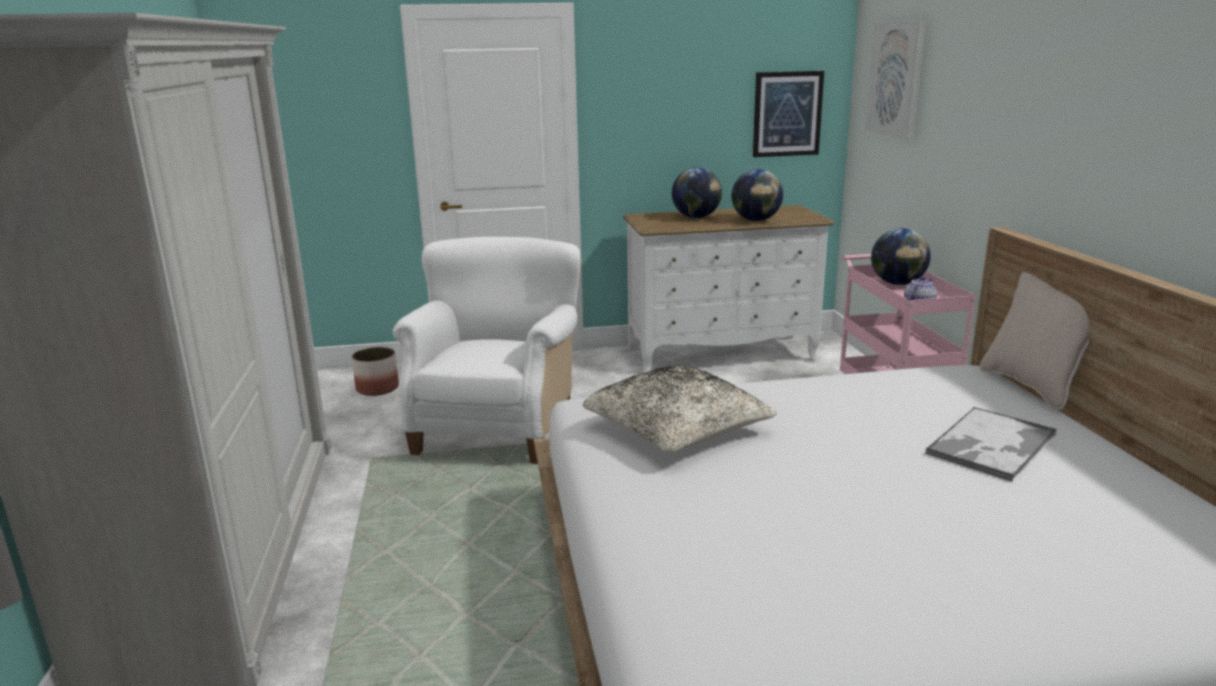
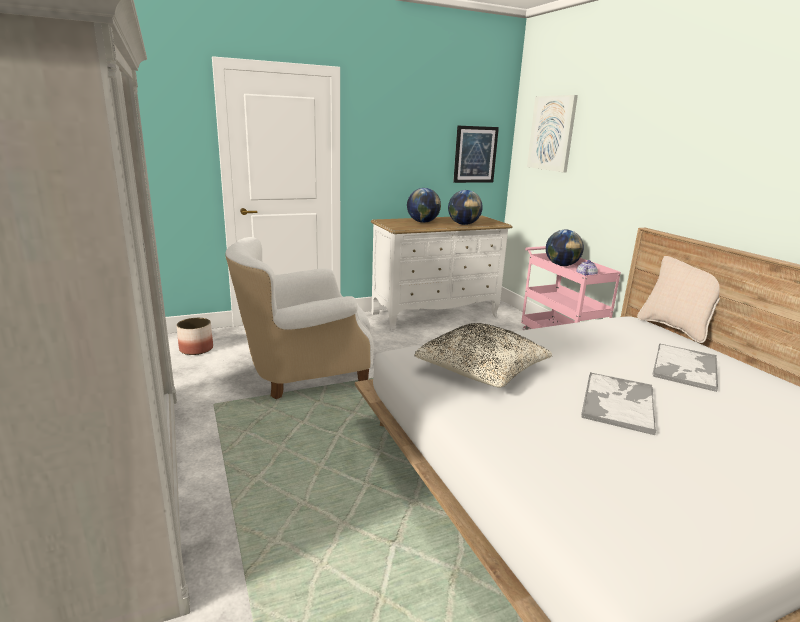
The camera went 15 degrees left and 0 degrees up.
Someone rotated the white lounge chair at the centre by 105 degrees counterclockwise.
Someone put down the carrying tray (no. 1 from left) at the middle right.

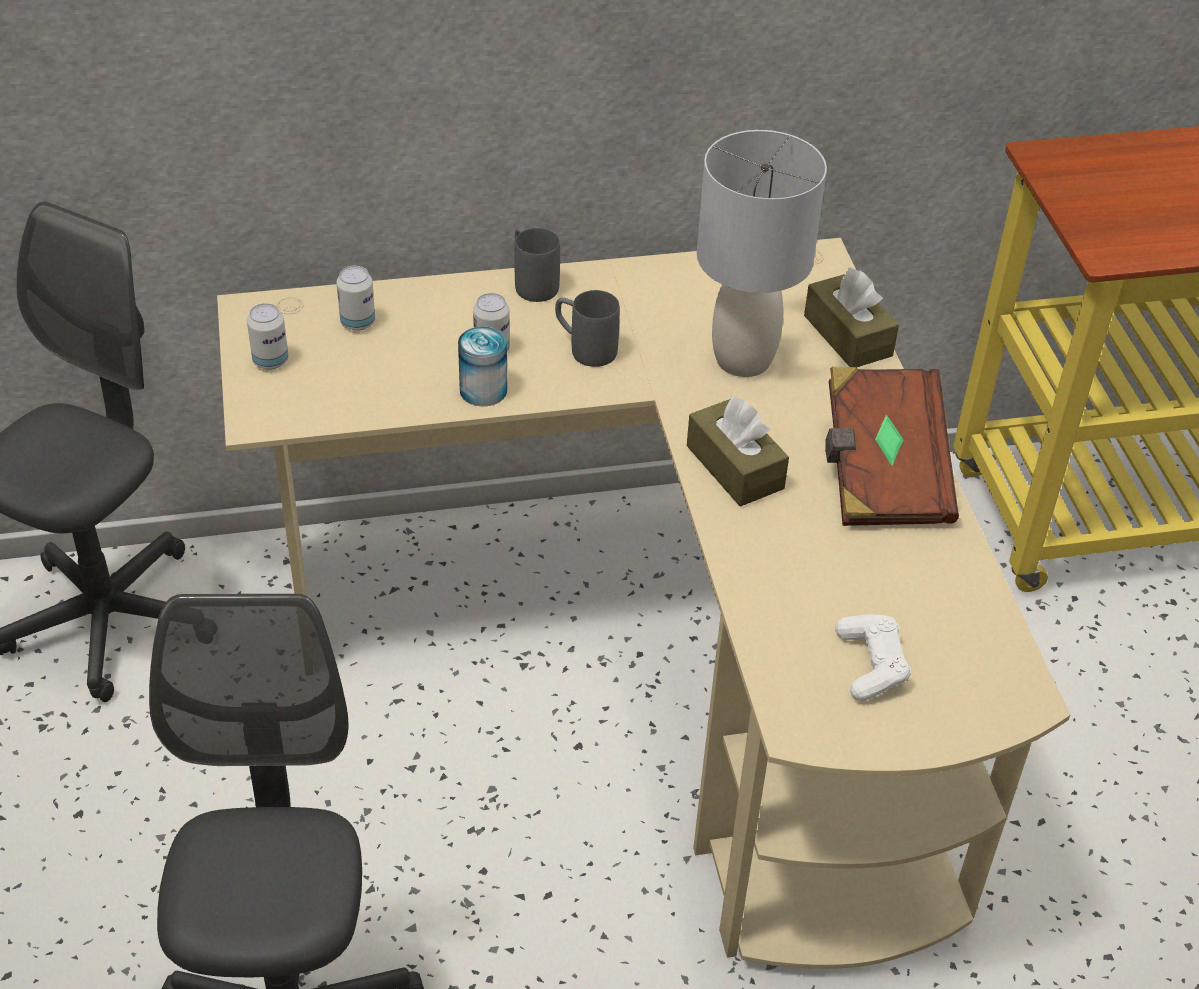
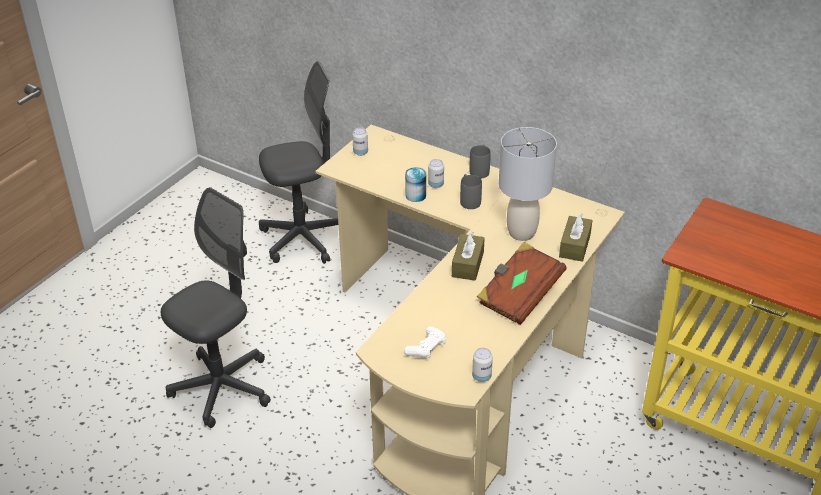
The camera went 45 degrees right and 5 degrees down.
Someone carried the metal can (no. 2 from left in the first image) from the top left to the bottom centre.

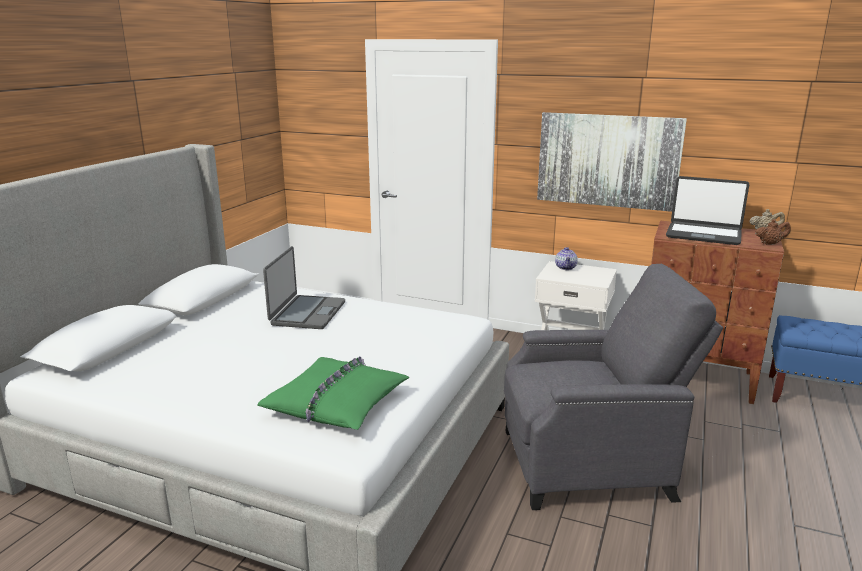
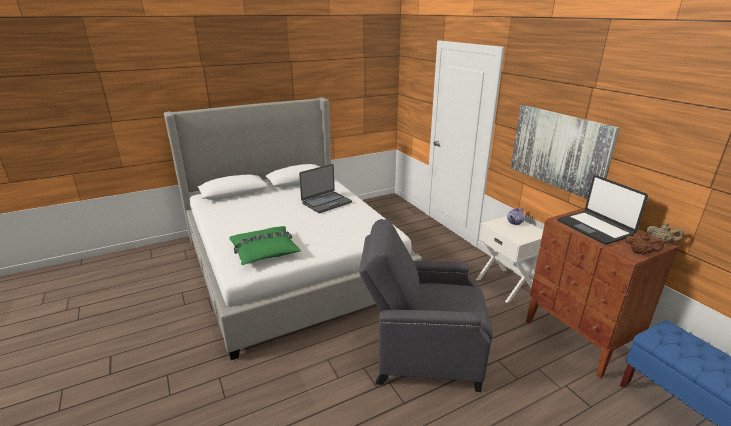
The camera went 40 degrees right and 5 degrees up.
Someone rotated the gray lounge chair at the bottom right by 150 degrees clockwise.

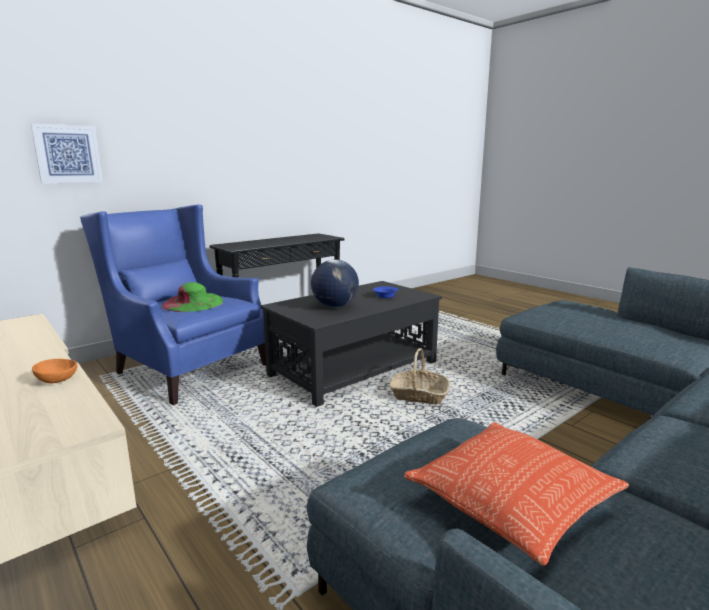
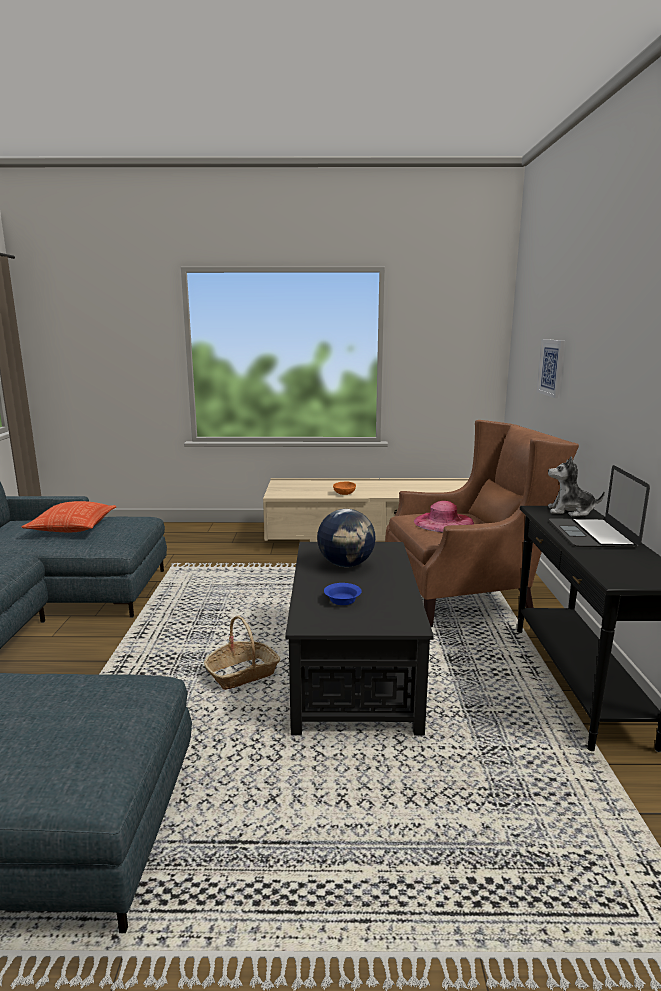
The camera went 130 degrees right and 0 degrees up.
Someone repainted the bluish lounge chair at the middle left, which became the brown-coloured lounge chair at the middle right.
Someone repainted the green-coloured hat at the middle left, which became the pinkish hat at the middle right.
Someone put down the soft toy at the middle right.
Someone put down the notebook computer at the middle right.

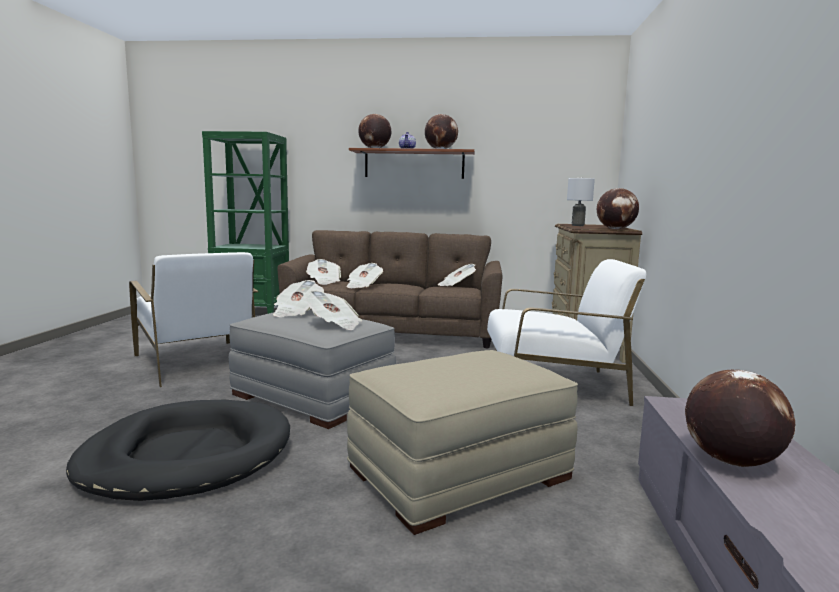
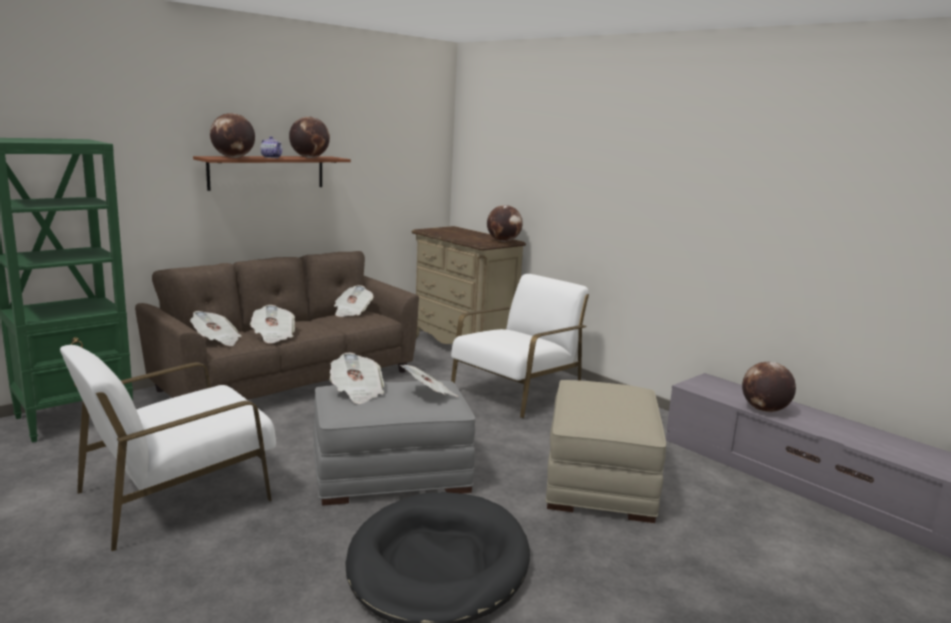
The camera went 50 degrees left and 5 degrees up.
Someone rotated the white lounge chair (no. 1 from left) at the middle left by 135 degrees clockwise.
Someone took away the white table lamp at the middle right.

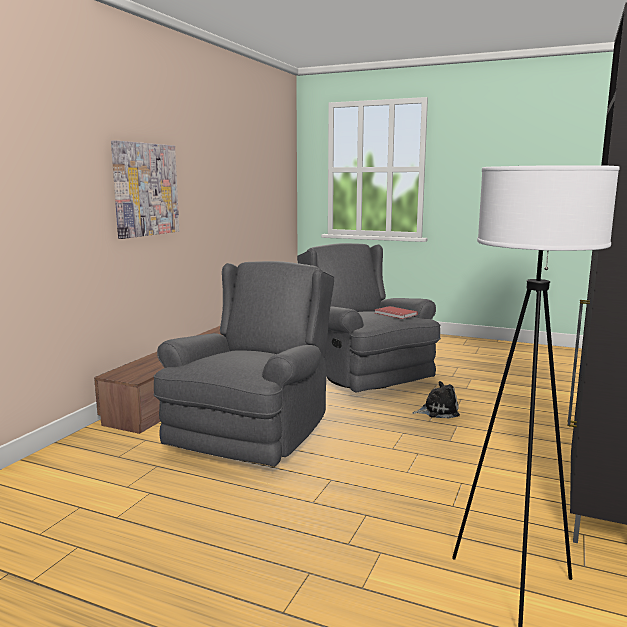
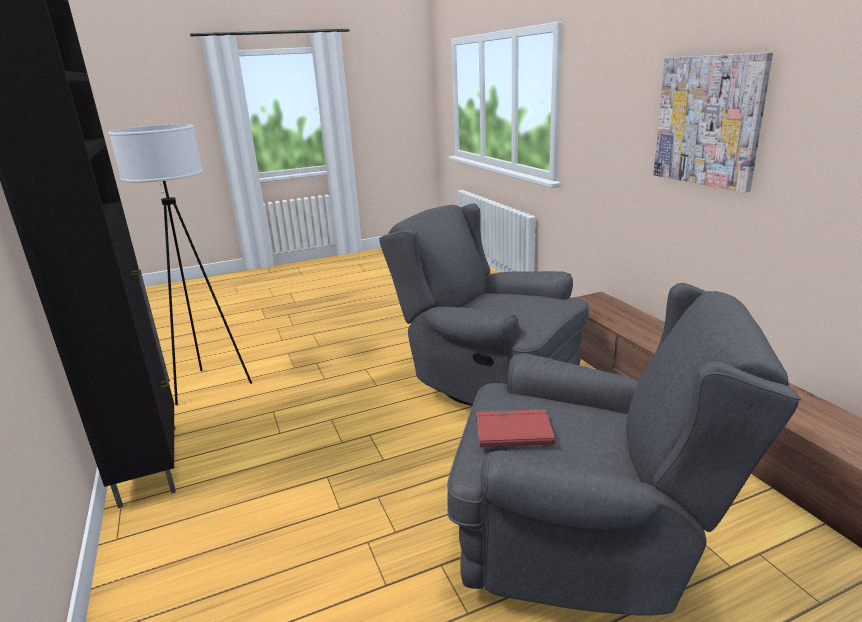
The camera went 135 degrees right and 10 degrees up.
Someone rotated the gray lounge chair (no. 1 from left) at the centre by 150 degrees clockwise.
Someone took away the soft toy at the middle right.

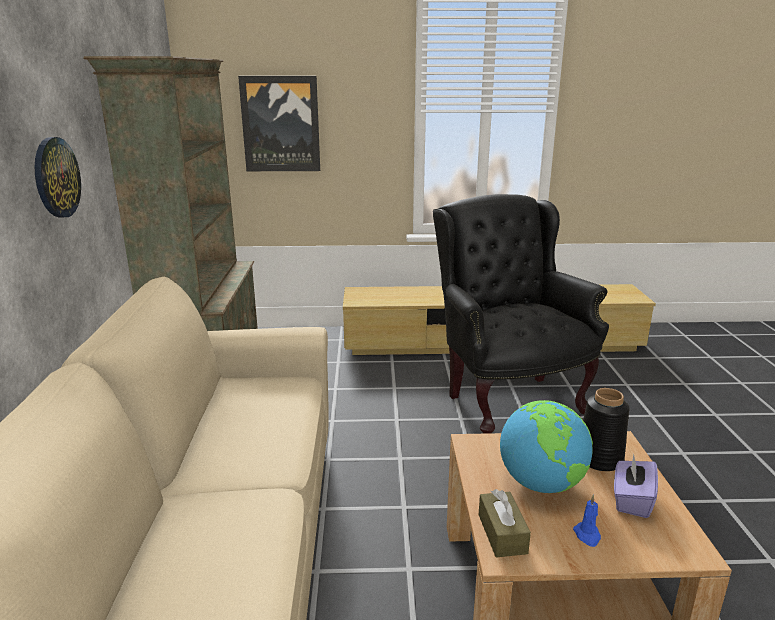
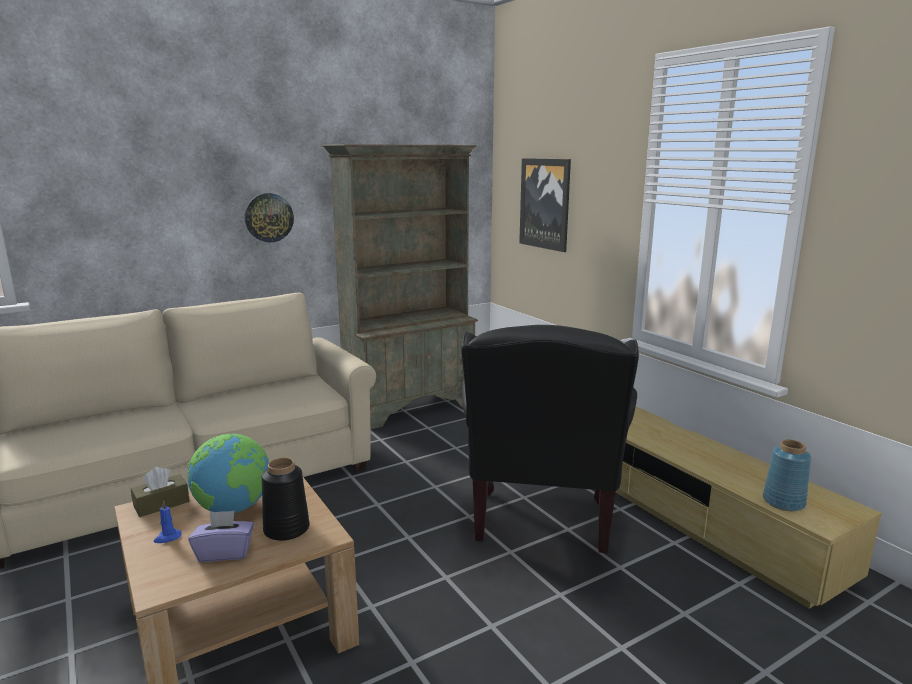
The camera went 60 degrees right and 5 degrees down.
Someone rotated the blackish lounge chair at the middle right by 150 degrees clockwise.
Someone put down the bluish flower vase at the bottom right.

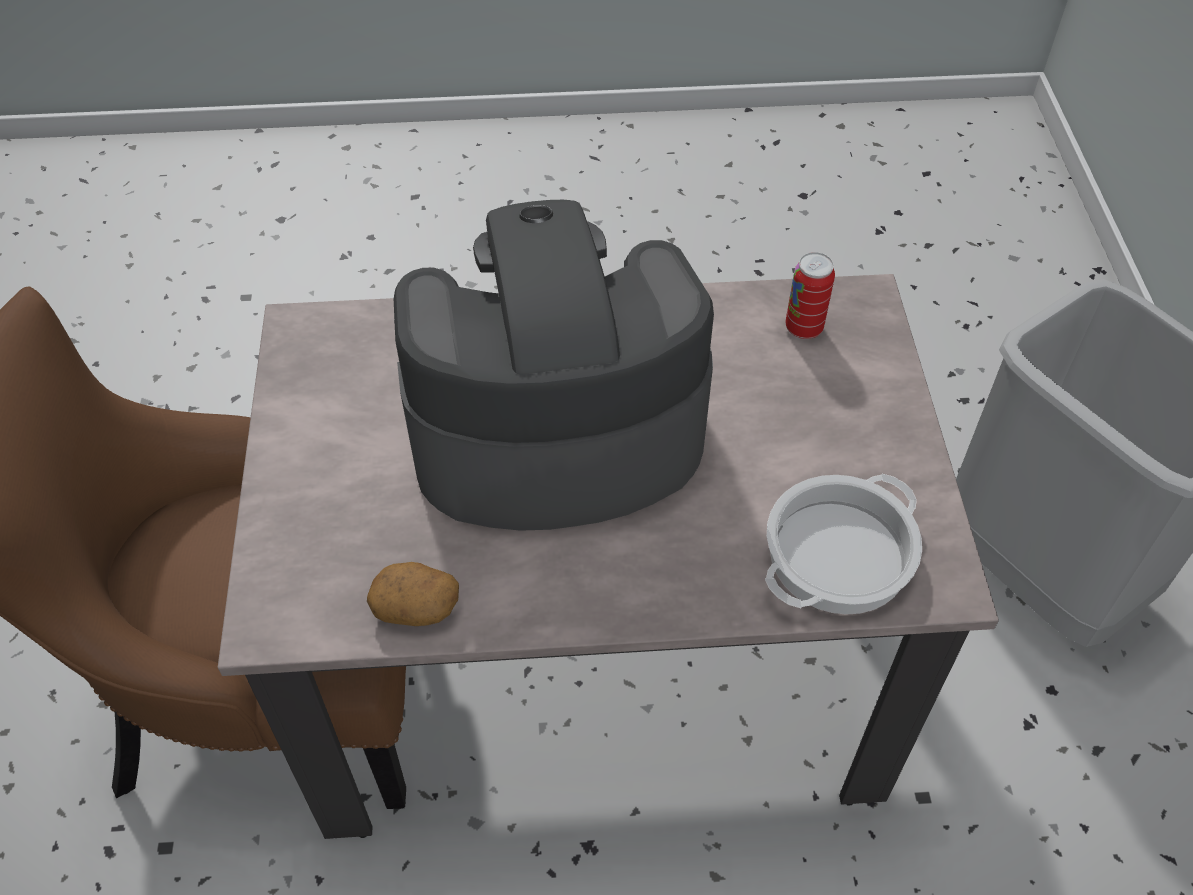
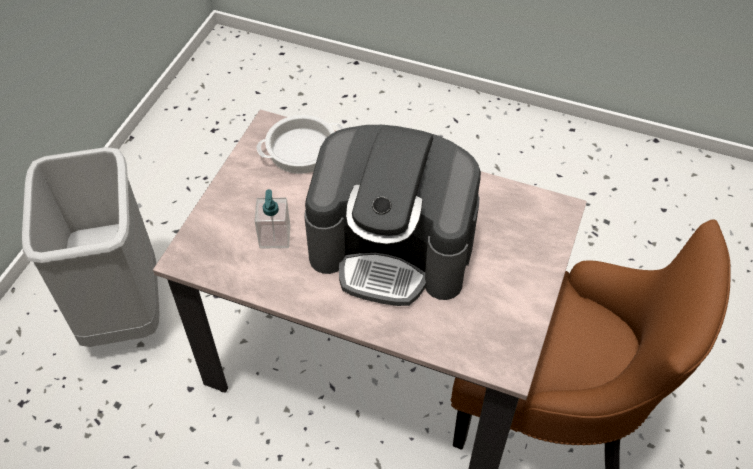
The camera went 155 degrees left and 0 degrees up.
Someone put down the soap dispenser at the centre.
Someone took away the potato at the centre.
Someone took away the metal can at the top right.

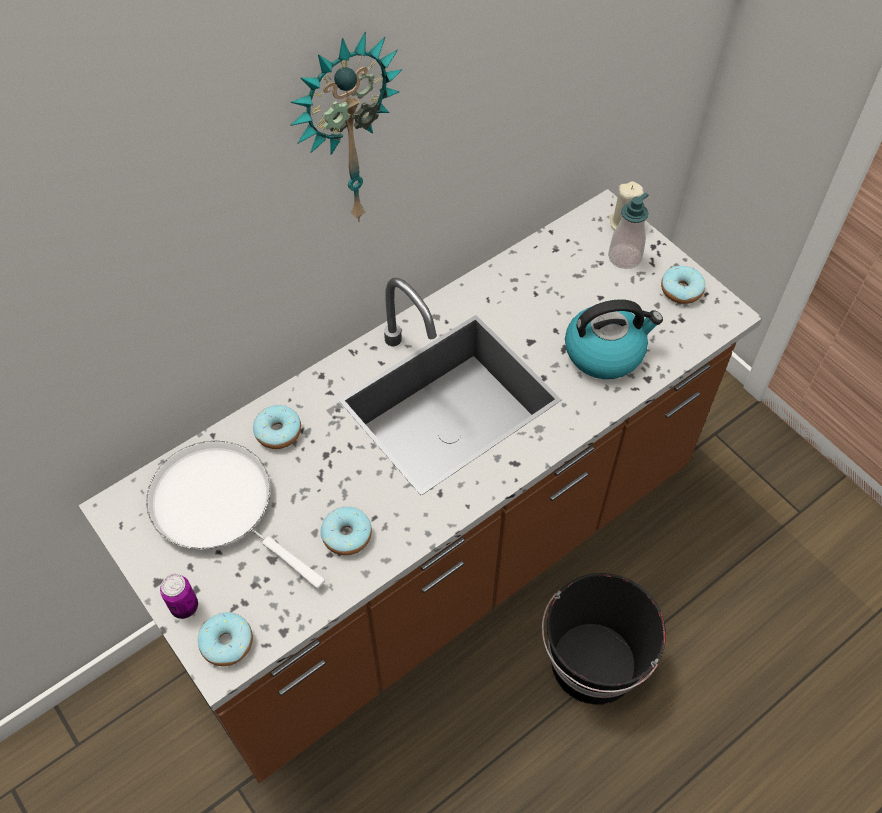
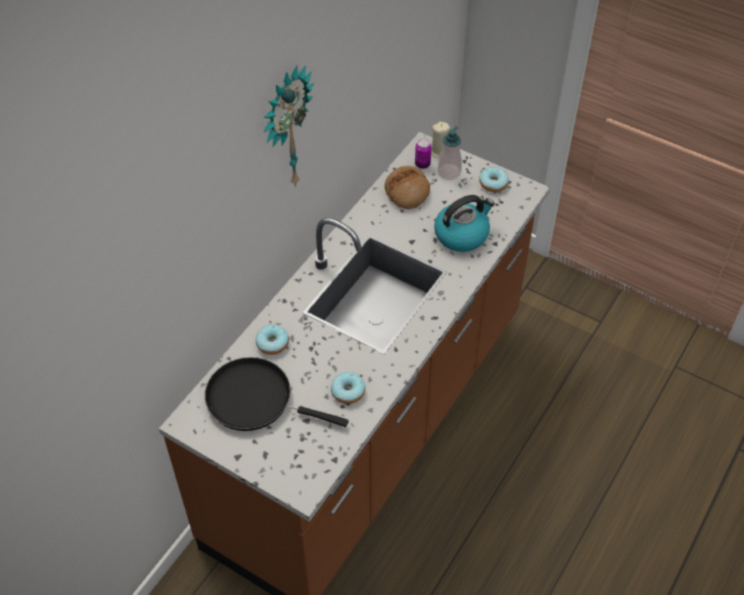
The camera went 20 degrees left and 5 degrees down.
Someone repainted the white pan at the middle left, which became the blackish pan at the centre.
Someone put down the baked bread at the top centre.
Someone carried the metal can from the bottom left to the top centre.
Someone took away the doughnut (no. 1 from left) at the bottom left.
Someone took away the blackish water bucket at the bottom right.

